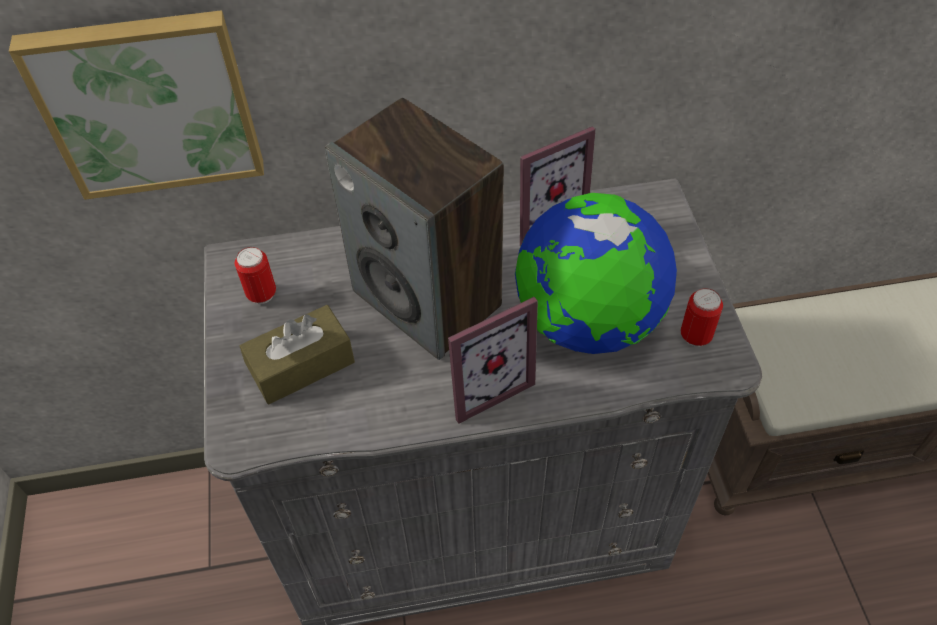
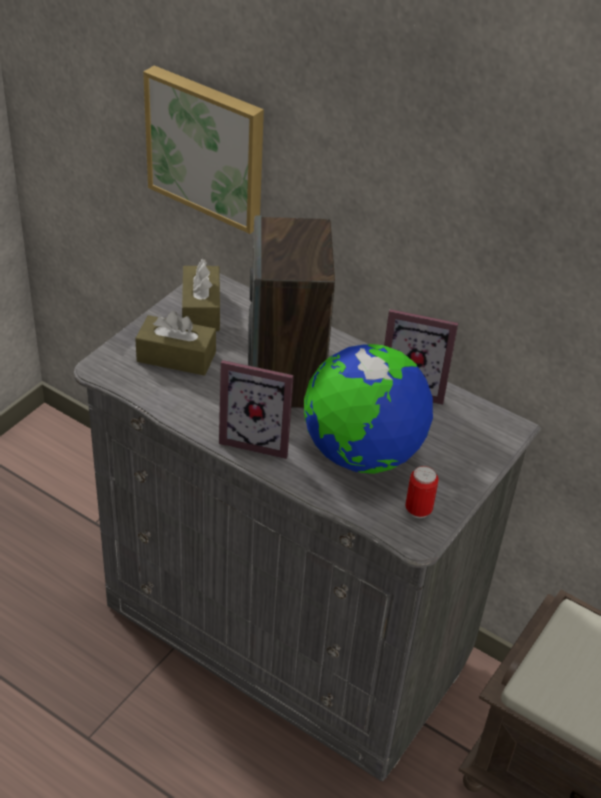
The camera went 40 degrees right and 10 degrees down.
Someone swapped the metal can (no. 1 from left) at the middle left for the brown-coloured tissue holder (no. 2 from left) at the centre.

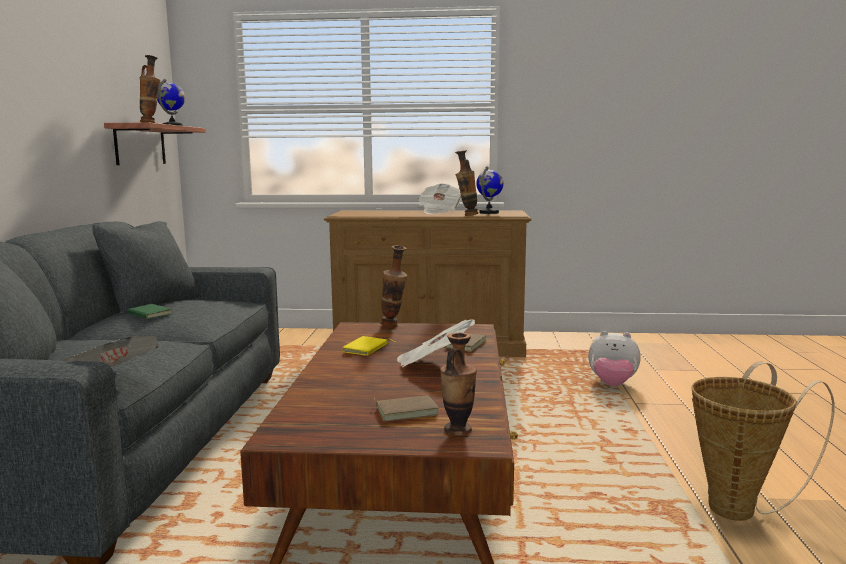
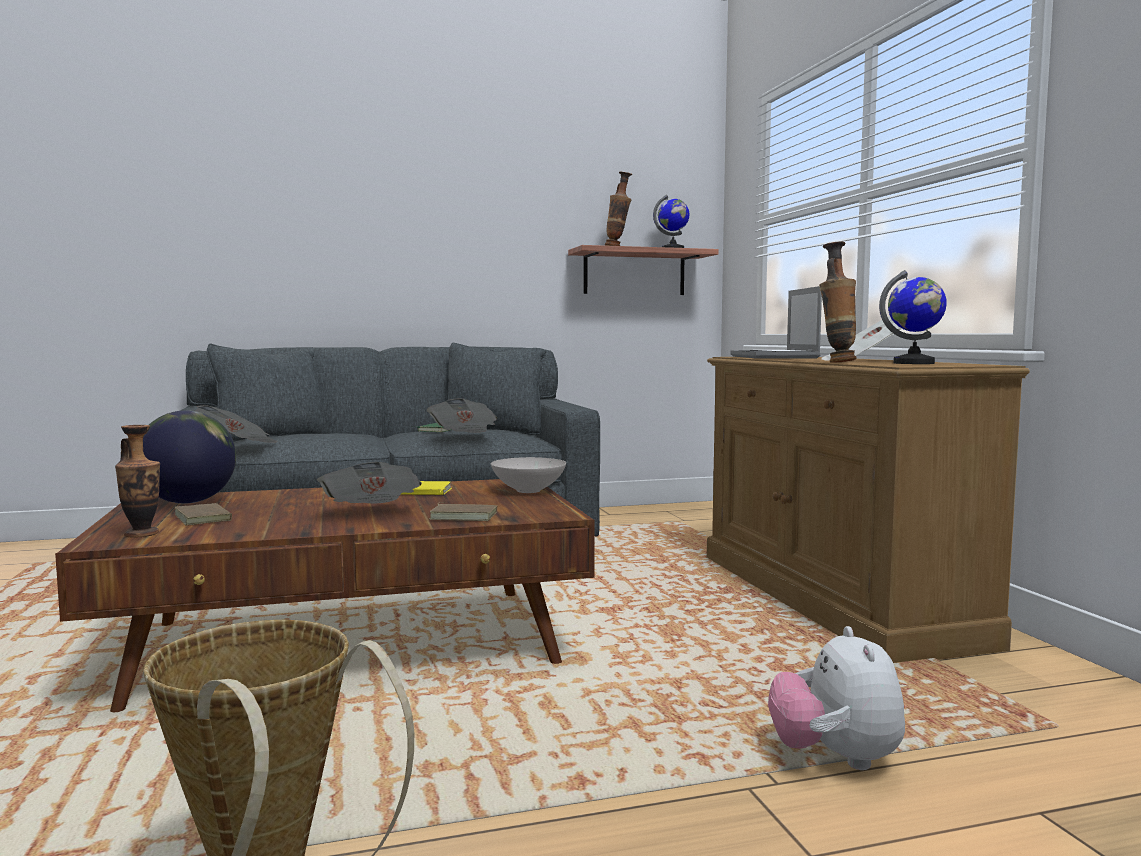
The camera went 70 degrees right and 5 degrees down.
Someone put down the globe (no. 1 from left) at the middle left.
Someone put down the printed paper (no. 3 from left) at the centre.
Someone swapped the flower vase (no. 2 from left) at the centre for the white deep dish at the centre.
Someone put down the notebook computer at the middle right.

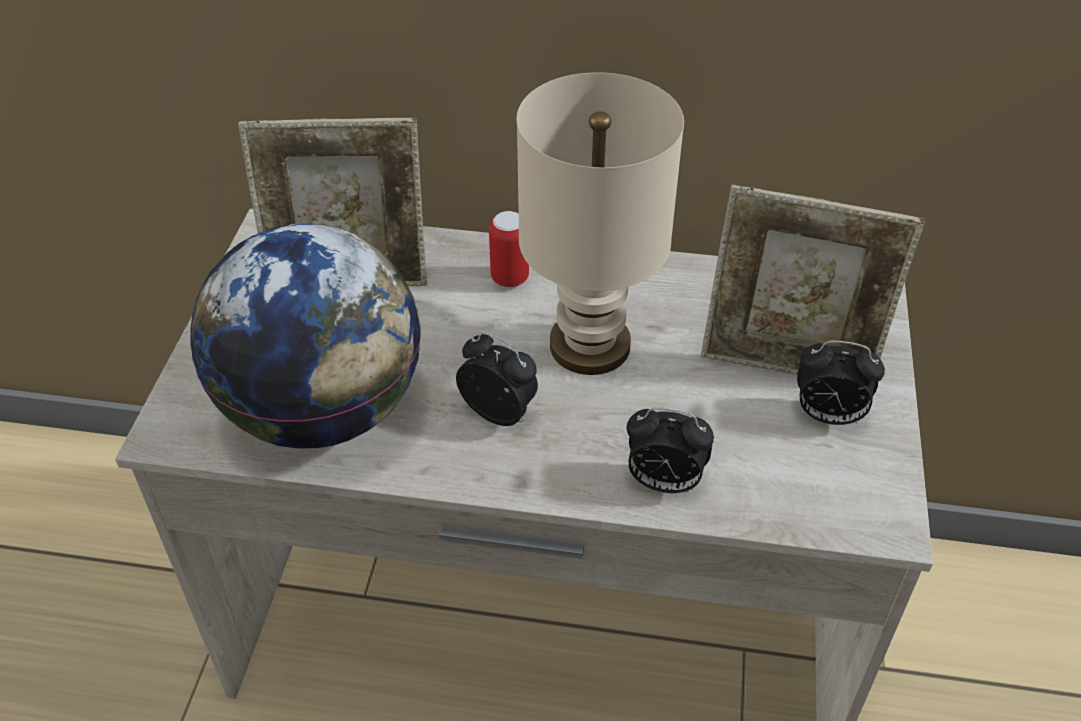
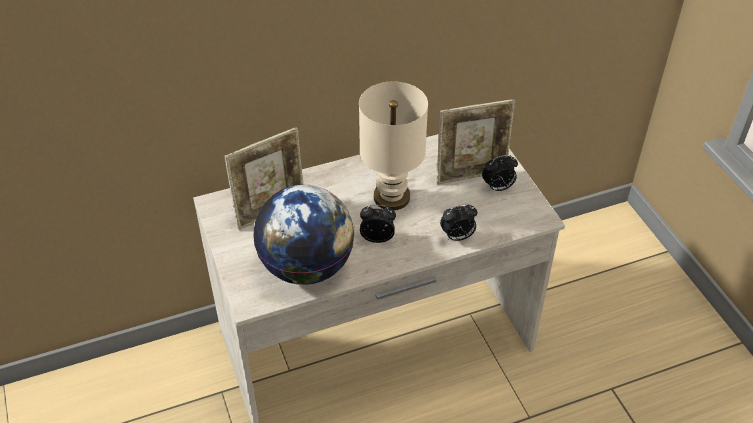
The camera went 30 degrees left and 0 degrees up.
Someone took away the metal can at the centre.

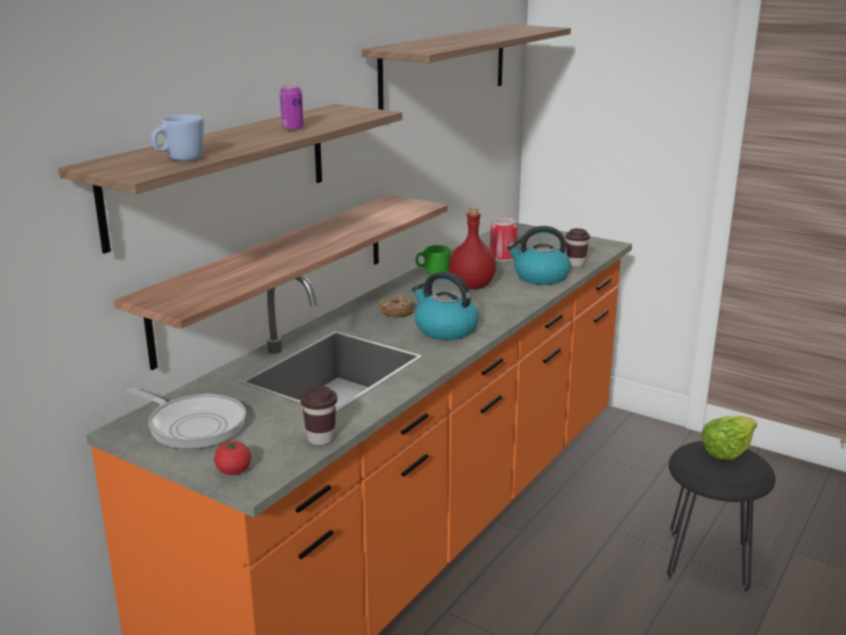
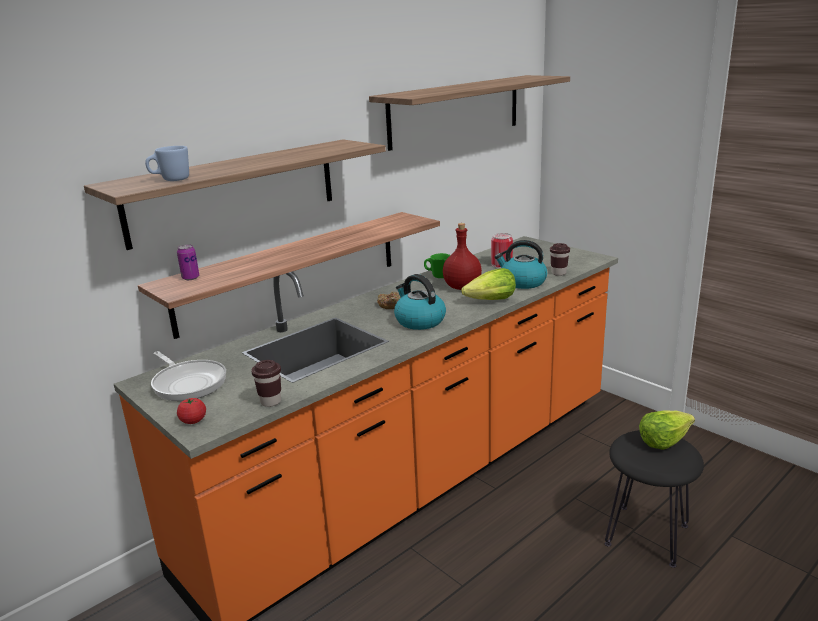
The camera went 15 degrees right and 0 degrees up.
Someone carried the metal can (no. 1 from left) from the top centre to the middle left.
Someone put down the lettuce (no. 1 from left) at the centre.

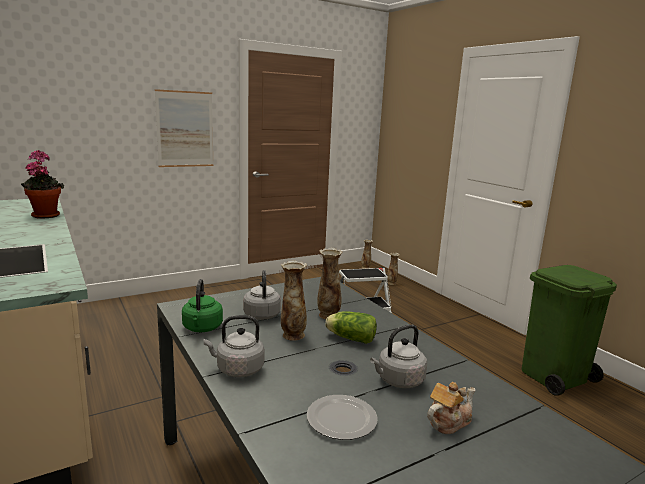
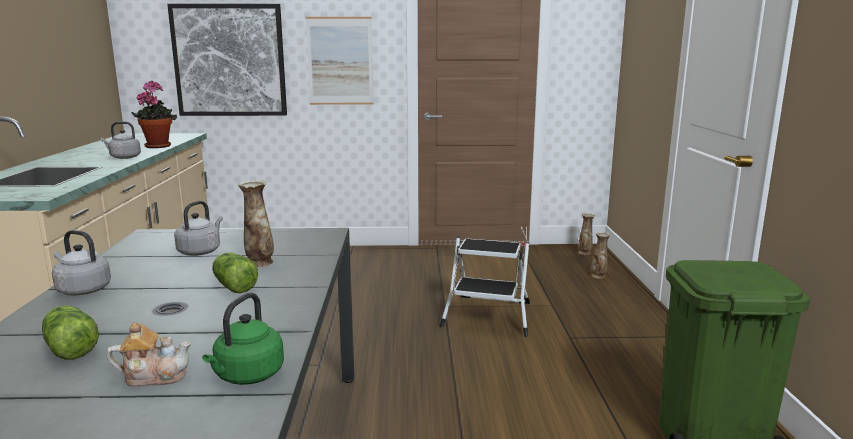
The camera went 30 degrees right and 0 degrees up.
Someone swapped the flat dish at the bottom centre for the lettuce (no. 1 from left) at the bottom left.
Someone carried the gray kettle (no. 3 from left in the first image) from the bottom centre to the top left.
Someone put up the picture (no. 1 from left) at the top left.
Someone carried the green-coloured kettle from the middle left to the bottom left.
Someone took away the flower vase (no. 1 from left) at the centre.

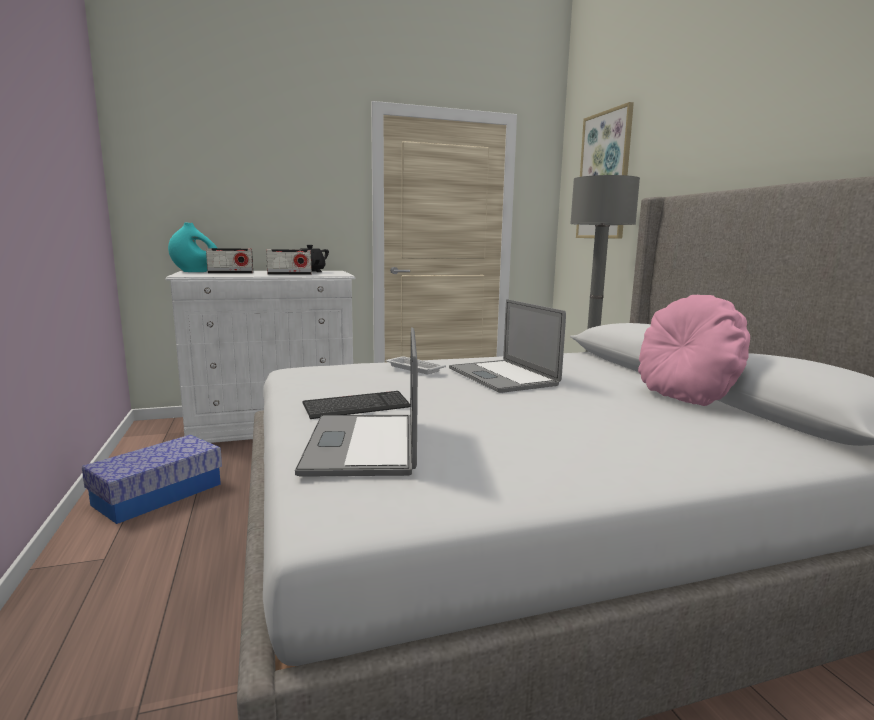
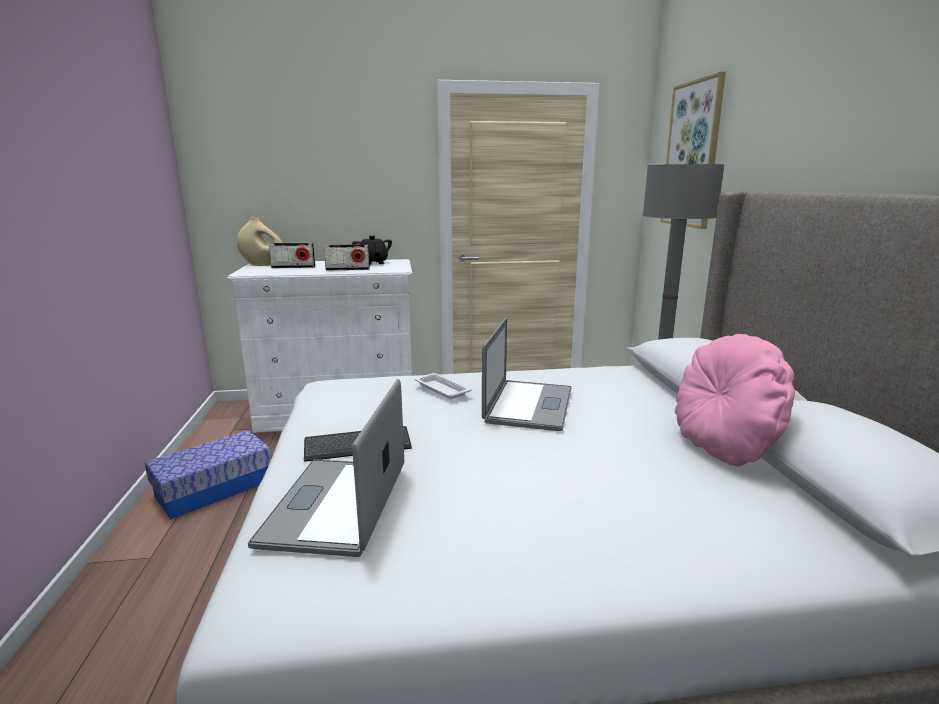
The camera went 10 degrees right and 5 degrees up.
Someone repainted the turquoise flower vase at the middle left, which became the beige flower vase at the middle left.
Someone rotated the notebook computer (no. 2 from left) at the centre by 150 degrees counterclockwise.

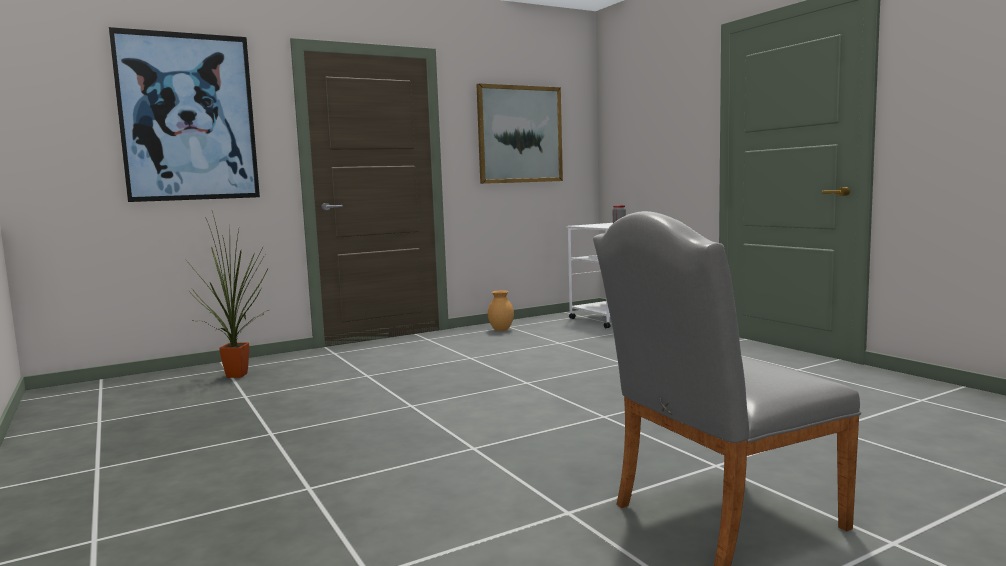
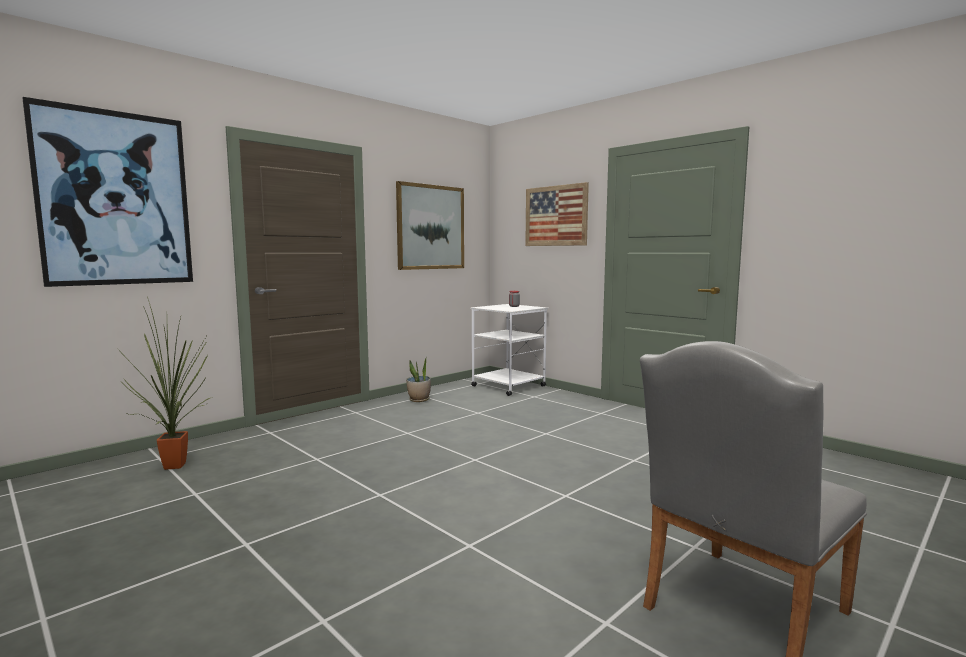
The camera went 15 degrees left and 0 degrees up.
Someone swapped the brown-coloured flower vase at the centre for the plant in a pot (no. 2 from left) at the centre.
Someone put up the picture (no. 3 from left) at the top centre.

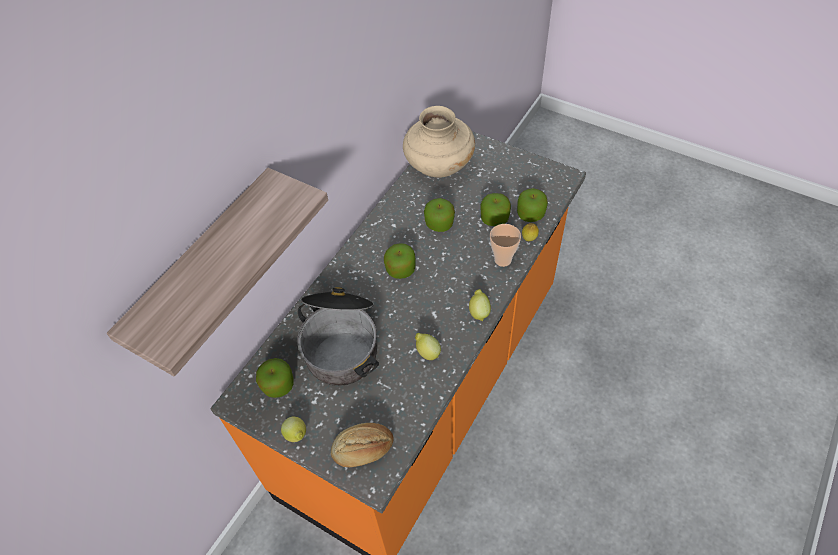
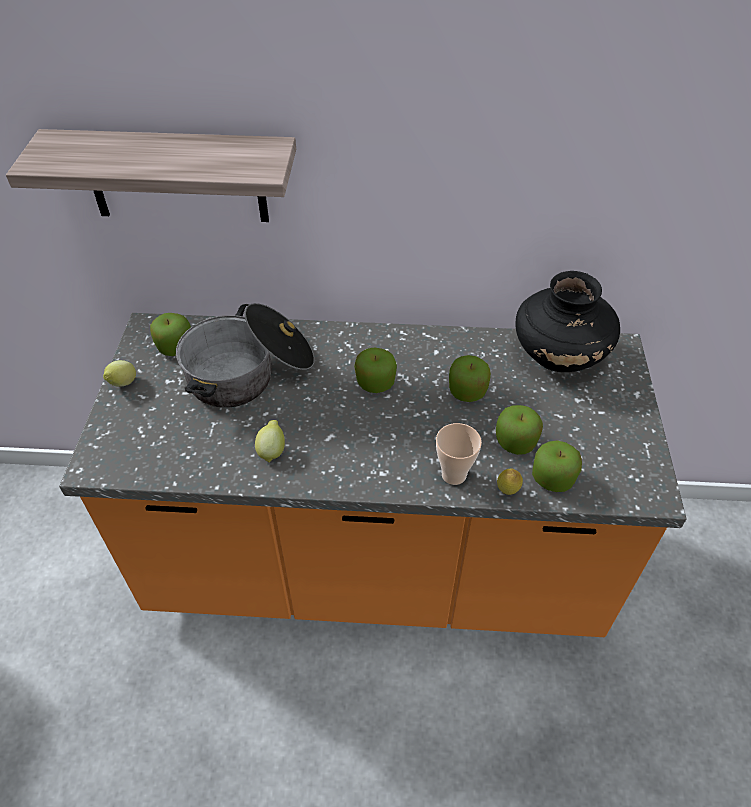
The camera went 60 degrees right and 5 degrees down.
Someone repainted the beige flower vase at the top centre, which became the blackish flower vase at the middle right.
Someone took away the baked bread at the bottom centre.
Someone took away the lemon (no. 3 from left) at the centre.

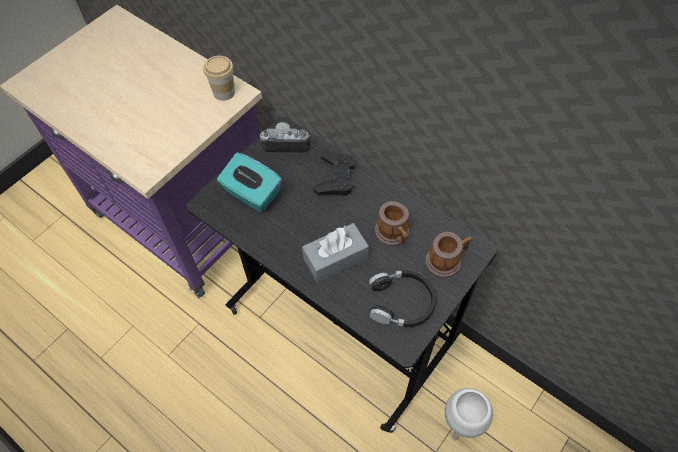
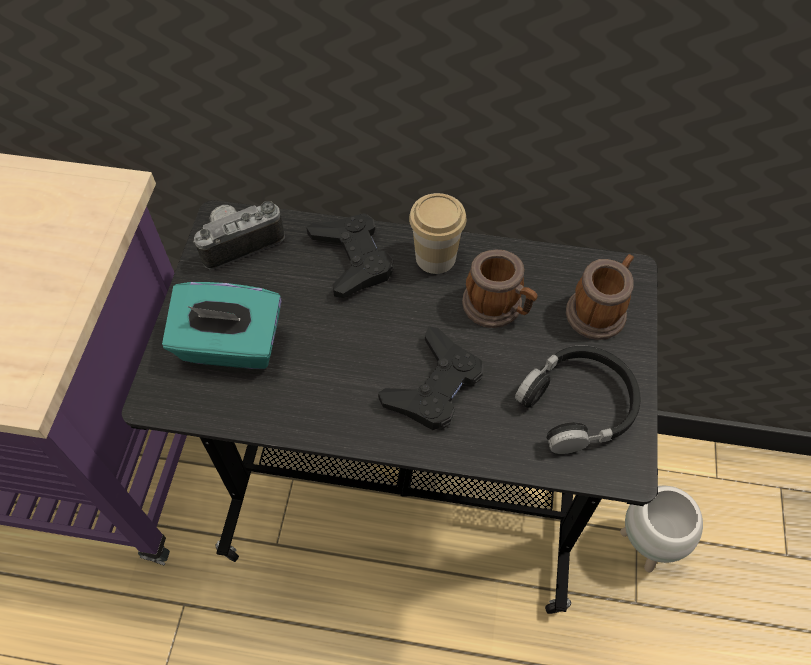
The camera went 30 degrees left and 0 degrees up.
Someone swapped the gray tissue holder at the centre for the blackish game controller (no. 2 from left) at the centre.
Someone carried the drinking cup from the top left to the centre.

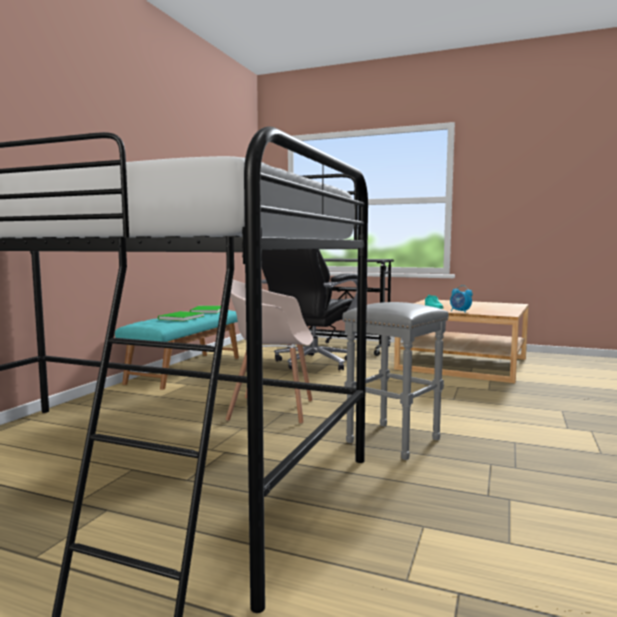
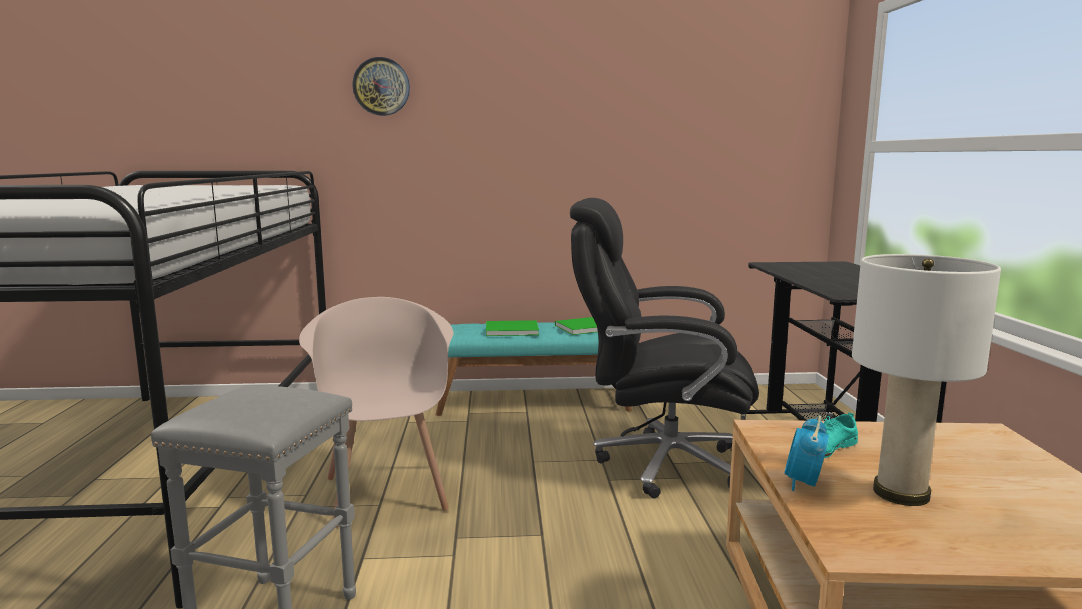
The camera went 65 degrees right and 5 degrees up.
Someone put up the clock on the wall at the top centre.
Someone put down the white table lamp at the middle right.

